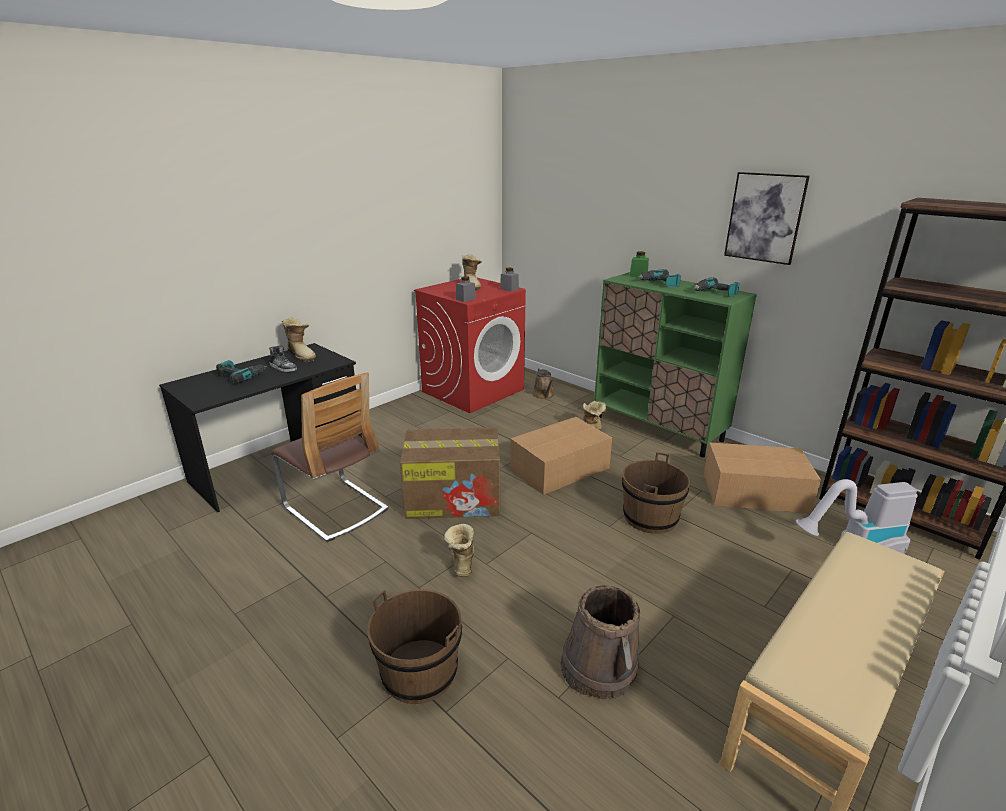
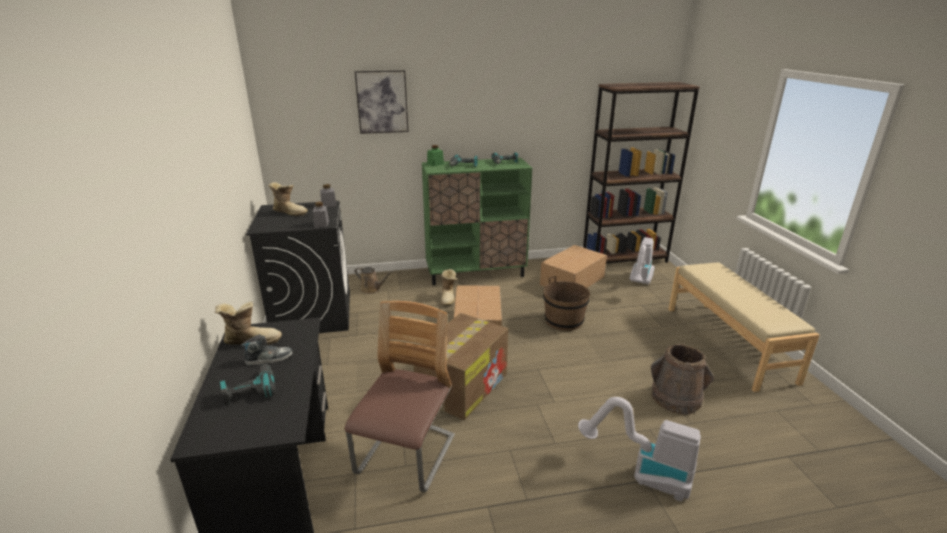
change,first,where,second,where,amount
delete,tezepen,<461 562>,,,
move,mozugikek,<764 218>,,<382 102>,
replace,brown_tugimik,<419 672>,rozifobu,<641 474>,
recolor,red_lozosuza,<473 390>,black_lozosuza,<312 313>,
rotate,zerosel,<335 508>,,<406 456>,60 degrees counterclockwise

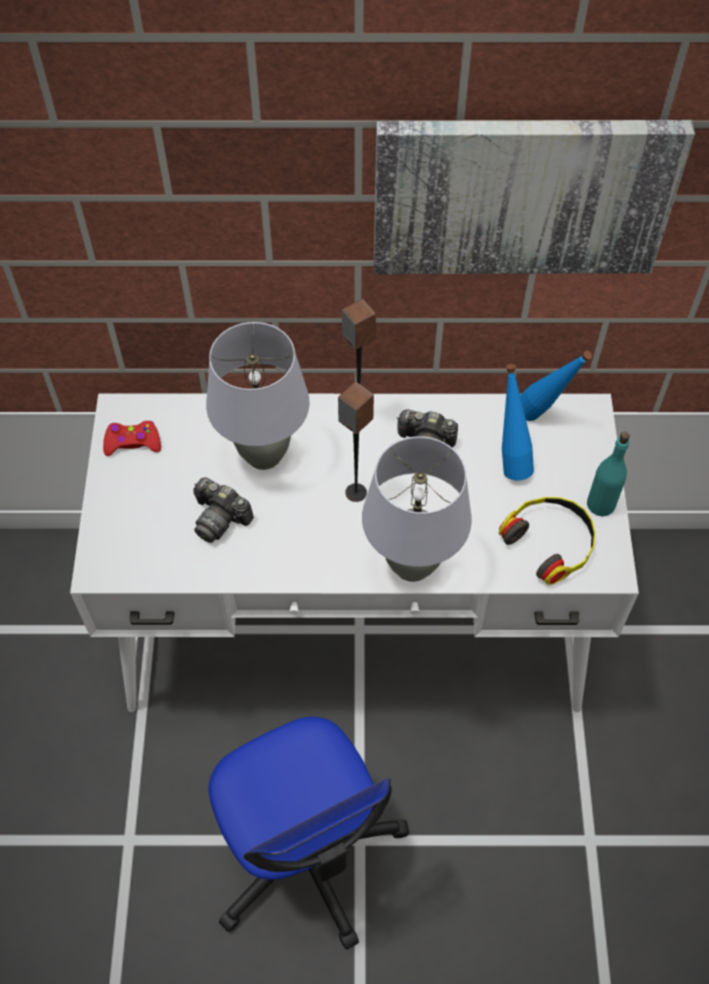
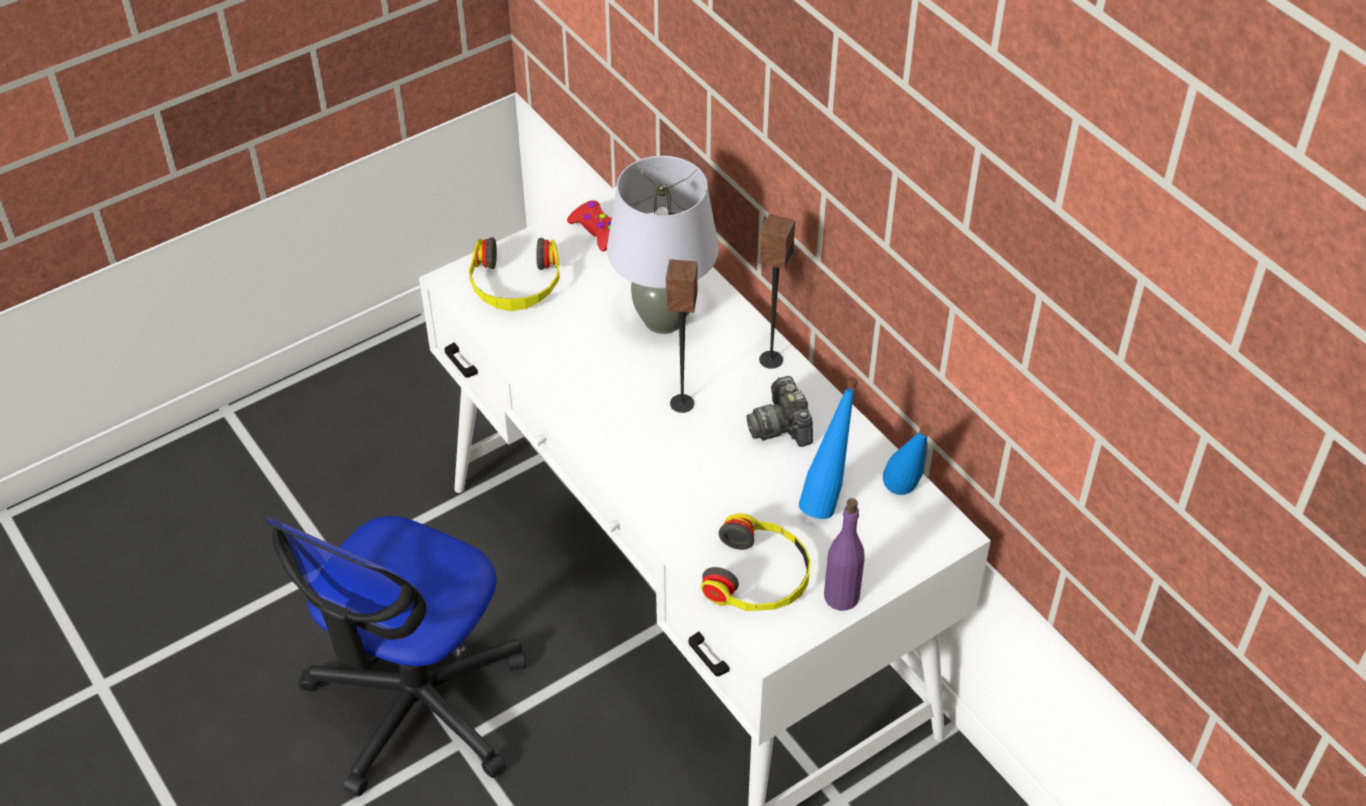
change,first,where,second,where,amount
delete,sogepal,<220 518>,,,
delete,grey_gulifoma,<413 565>,,,
delete,mozugikek,<522 195>,,,
insert,,,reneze,<515 284>,
recolor,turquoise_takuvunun,<600 504>,purple_takuvunun,<842 596>,

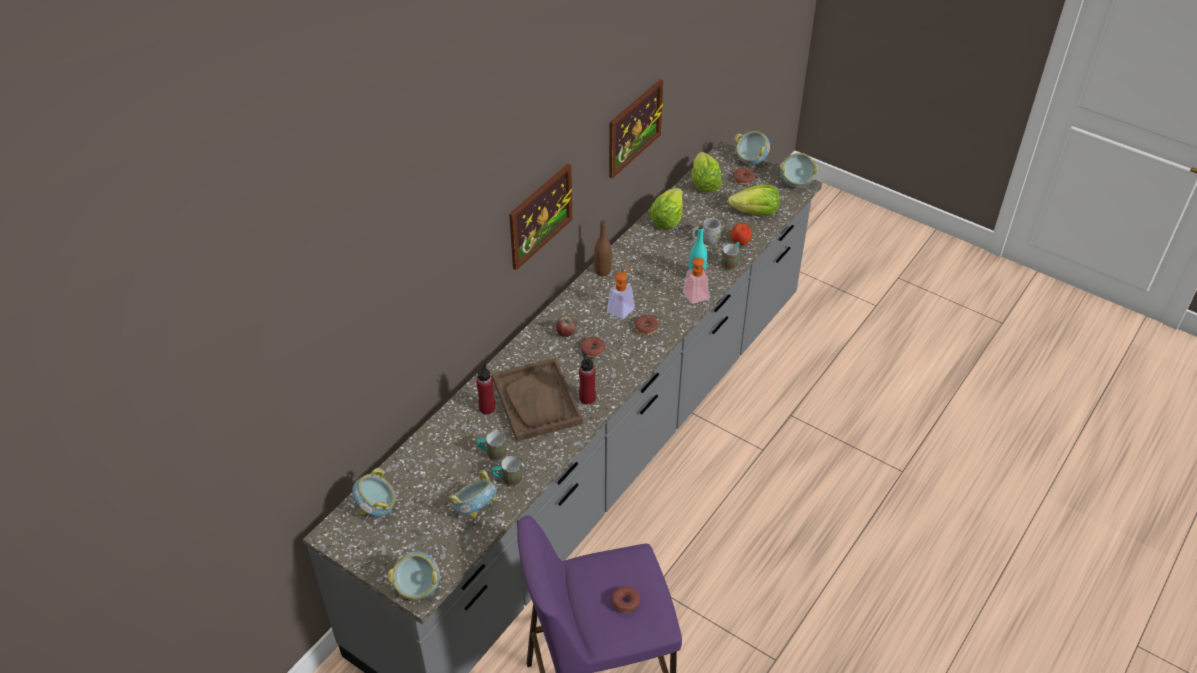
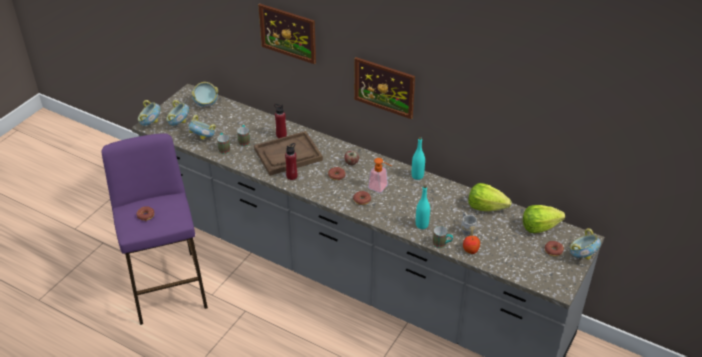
change,first,where,second,where,amount
delete,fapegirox,<697 299>,,,
delete,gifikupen,<755 212>,,,
move,mozugikek,<634 128>,,<288 33>,
move,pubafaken,<796 183>,,<179 124>,
recolor,brown_takuvunun,<602 271>,turquoise_takuvunun,<417 176>,

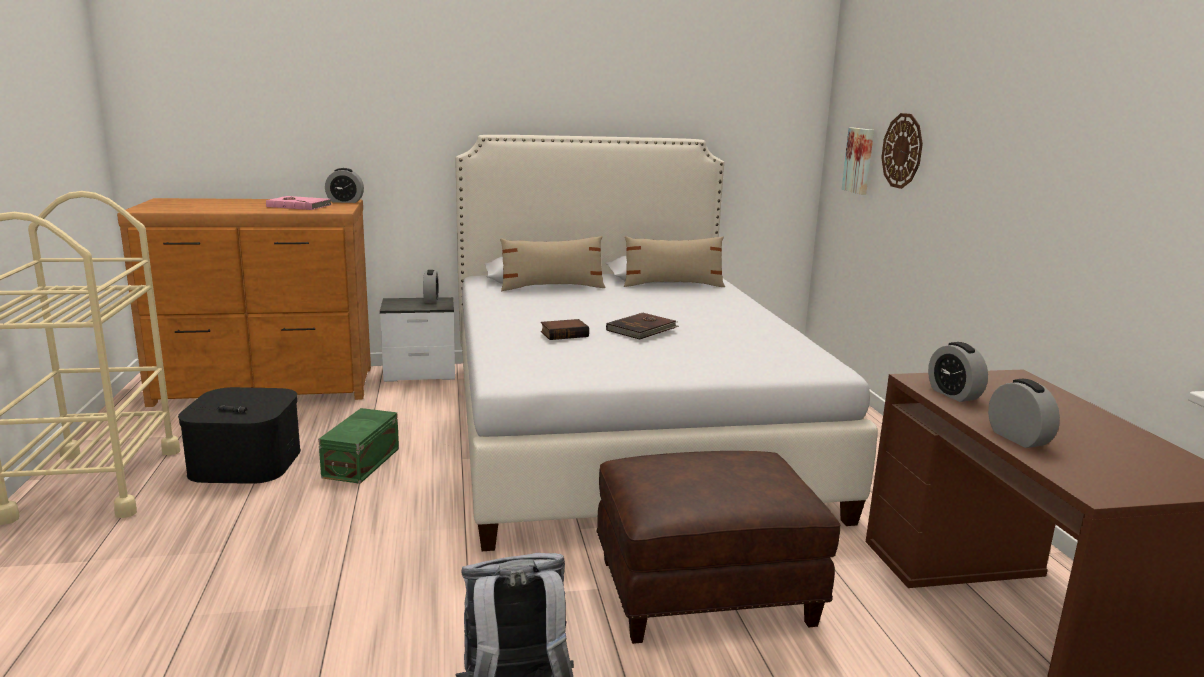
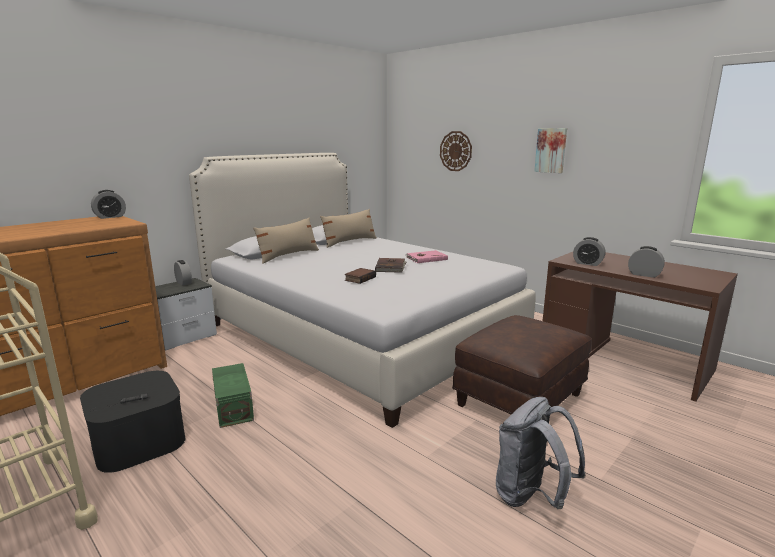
change,first,where,second,where,amount
move,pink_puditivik,<299 206>,,<426 258>,
move,mozugikek,<860 160>,,<551 150>,

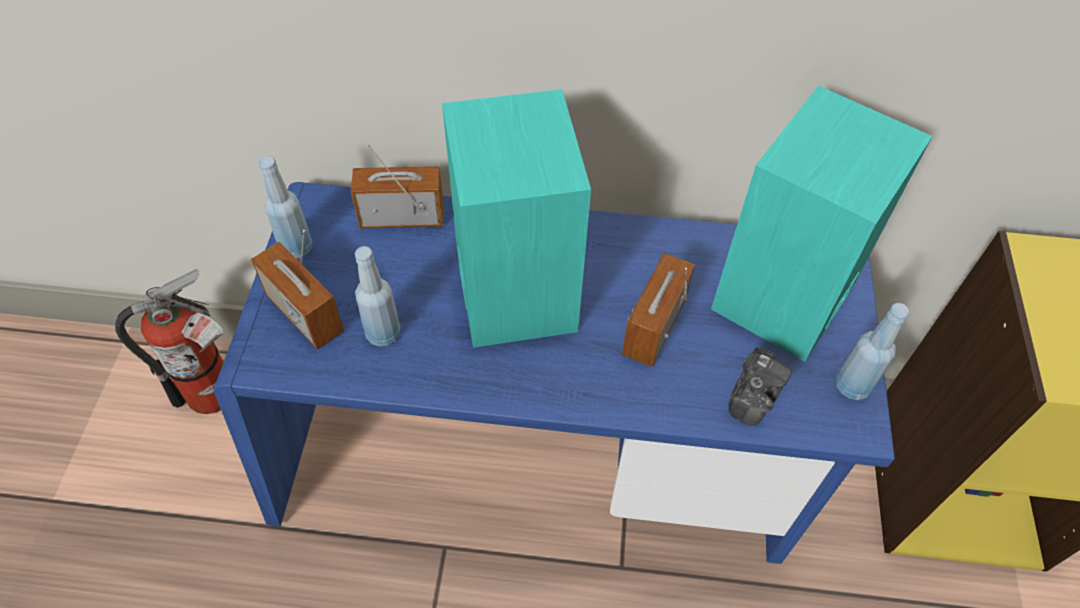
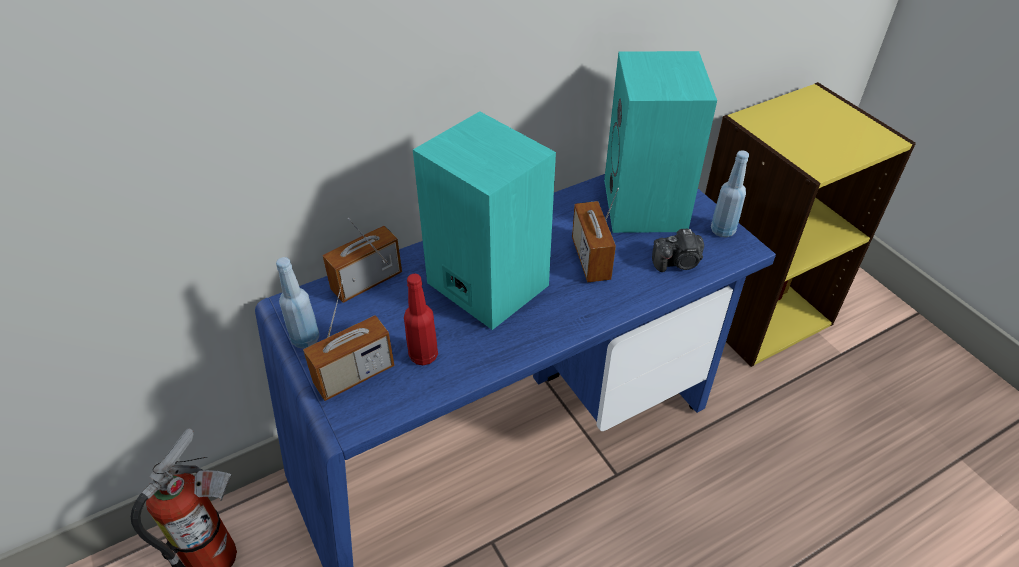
change,first,where,second,where,amount
recolor,blue_takuvunun,<383 334>,red_takuvunun,<423 355>,
rotate,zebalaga,<305 314>,,<354 375>,45 degrees counterclockwise
rotate,sogepal,<753 394>,,<678 262>,90 degrees clockwise

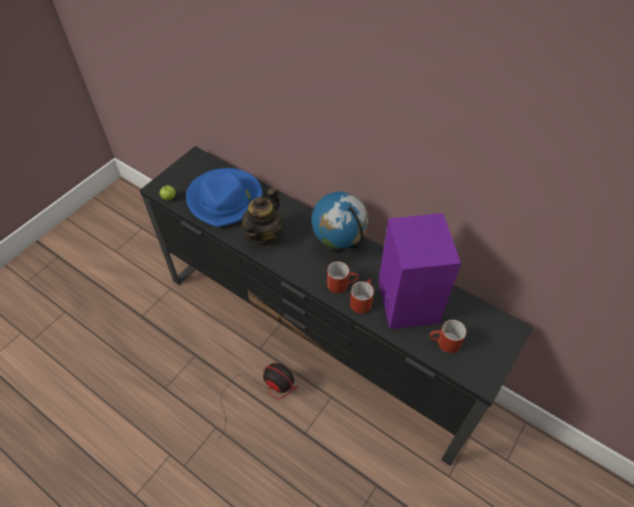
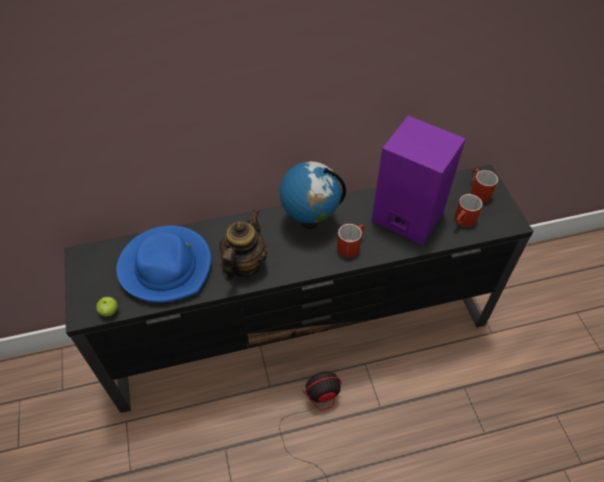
change,first,where,second,where,amount
move,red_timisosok,<362 300>,,<477 191>,
rotate,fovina,<264 236>,,<244 264>,135 degrees counterclockwise

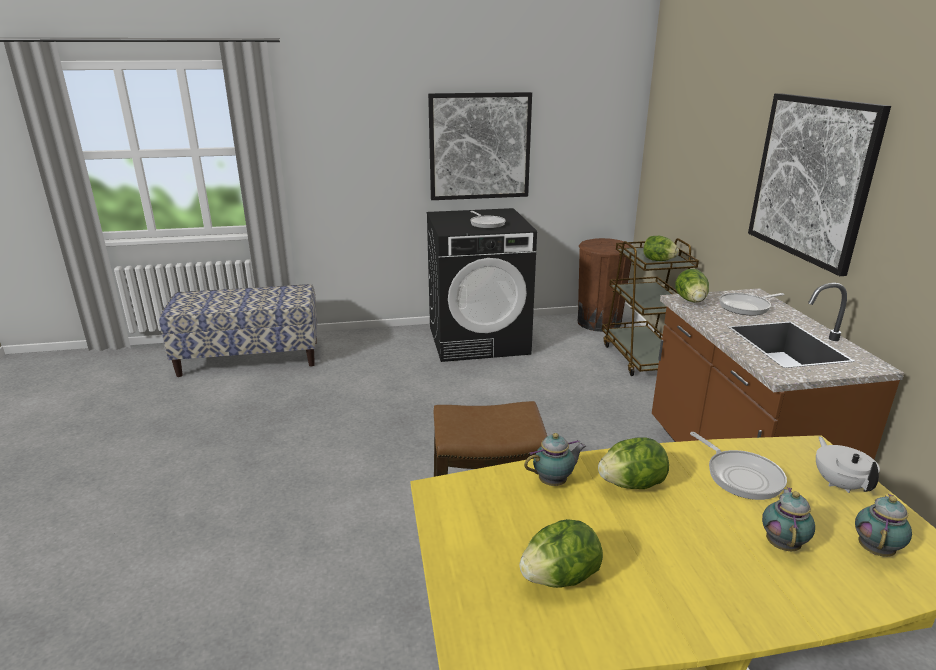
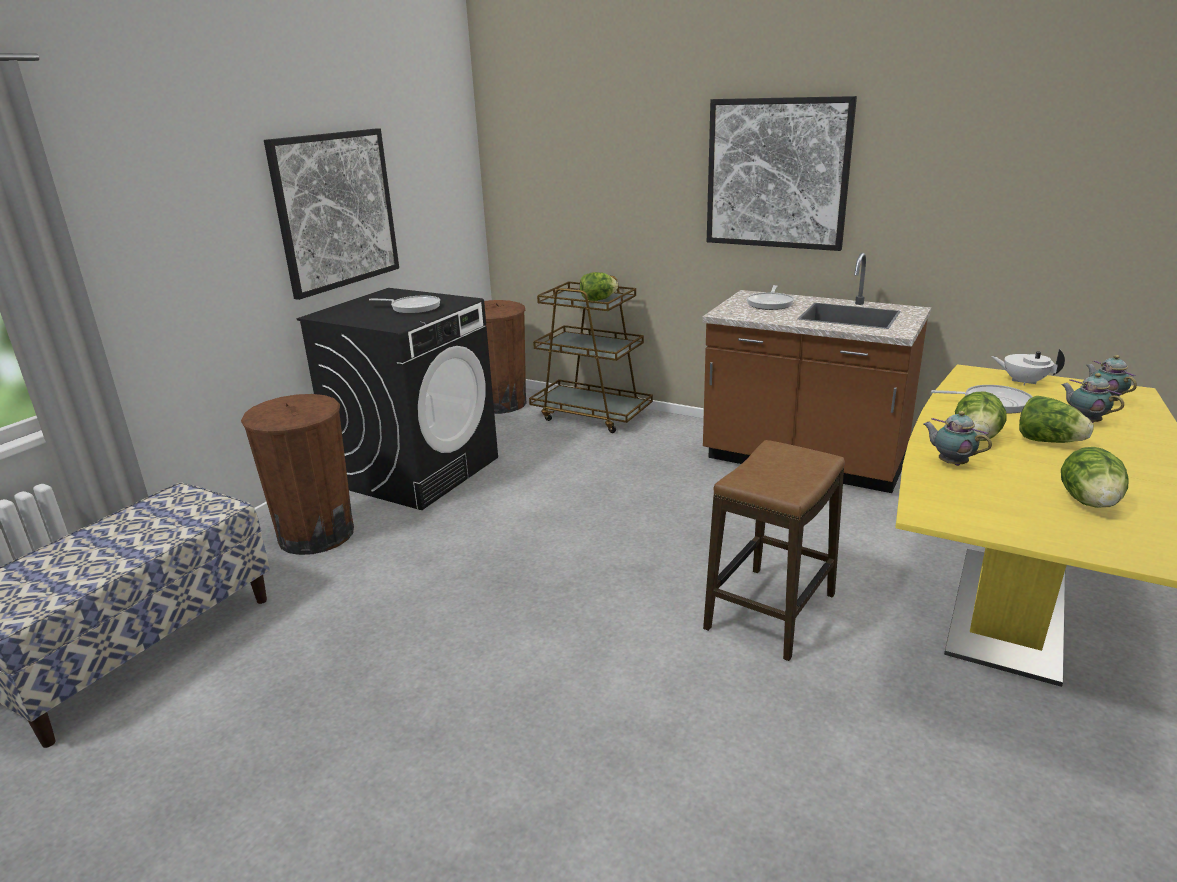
change,first,where,second,where,amount
insert,,,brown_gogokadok,<316 534>,
move,gifikupen,<691 301>,,<1048 441>,
rotate,fovina,<554 482>,,<950 463>,60 degrees counterclockwise

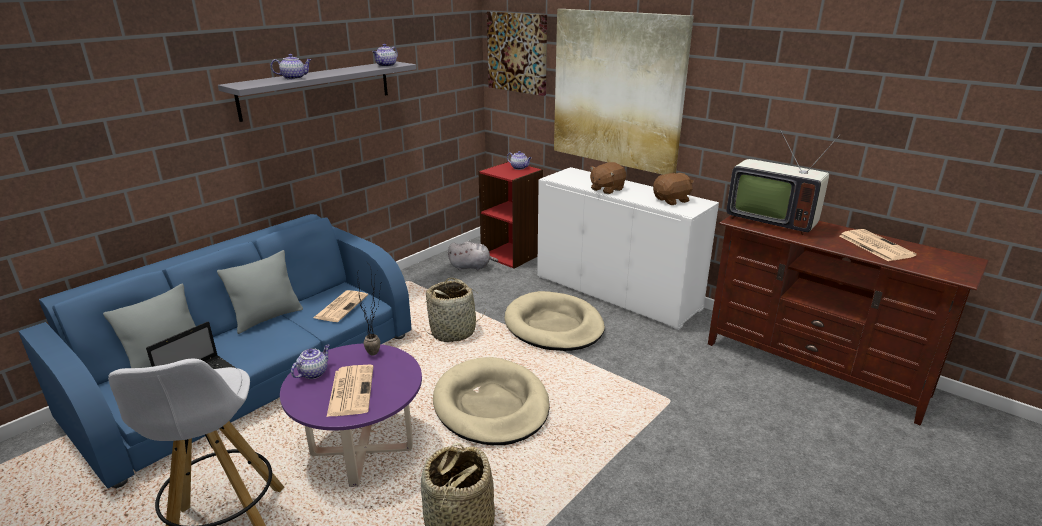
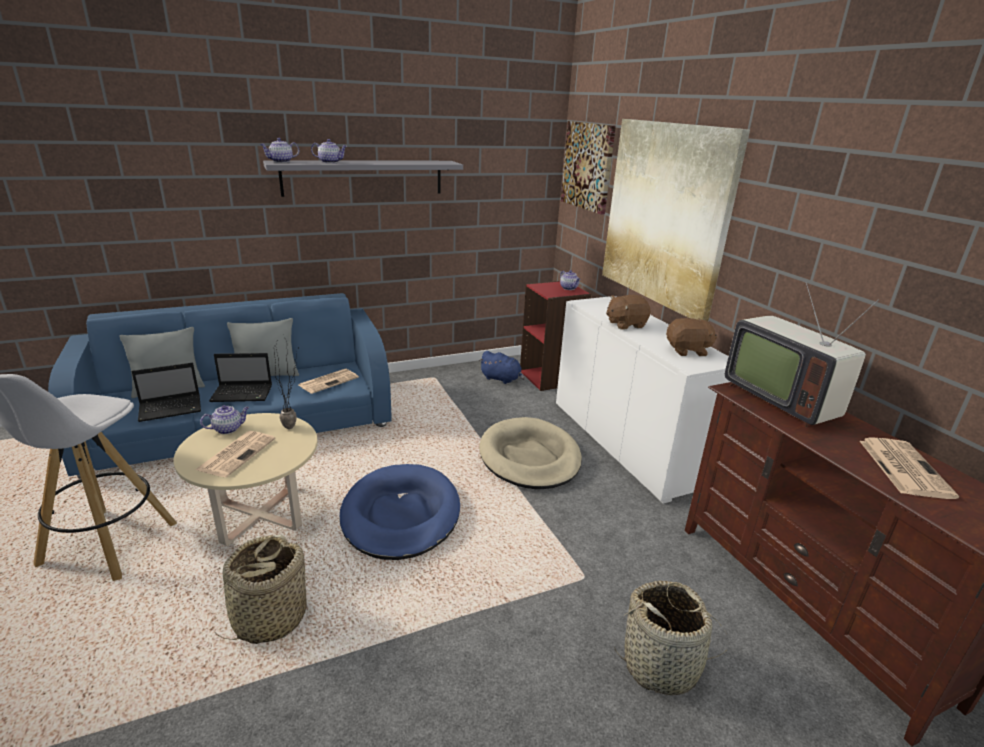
change,first,where,second,where,amount
insert,,,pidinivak,<243 394>,
move,fovina,<386 65>,,<281 161>,
move,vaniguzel,<453 332>,,<661 665>,
recolor,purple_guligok,<362 451>,beige_guligok,<259 516>,
recolor,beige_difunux,<491 405>,blue_difunux,<400 515>,
recolor,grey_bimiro,<471 267>,blue_bimiro,<502 379>,

